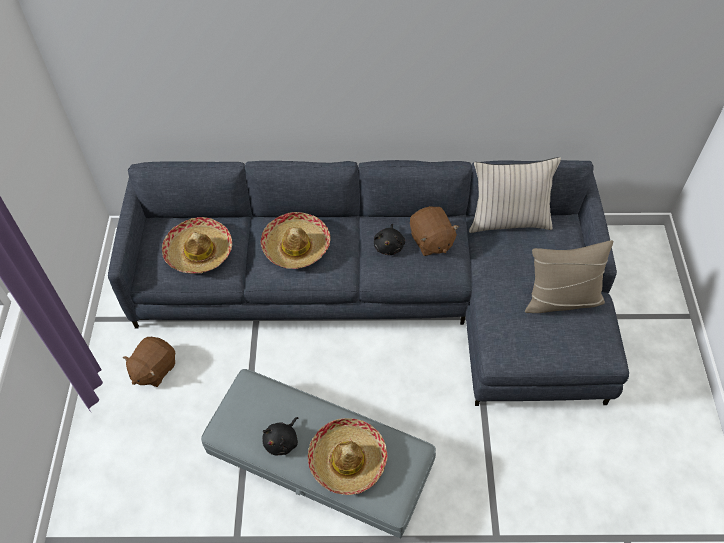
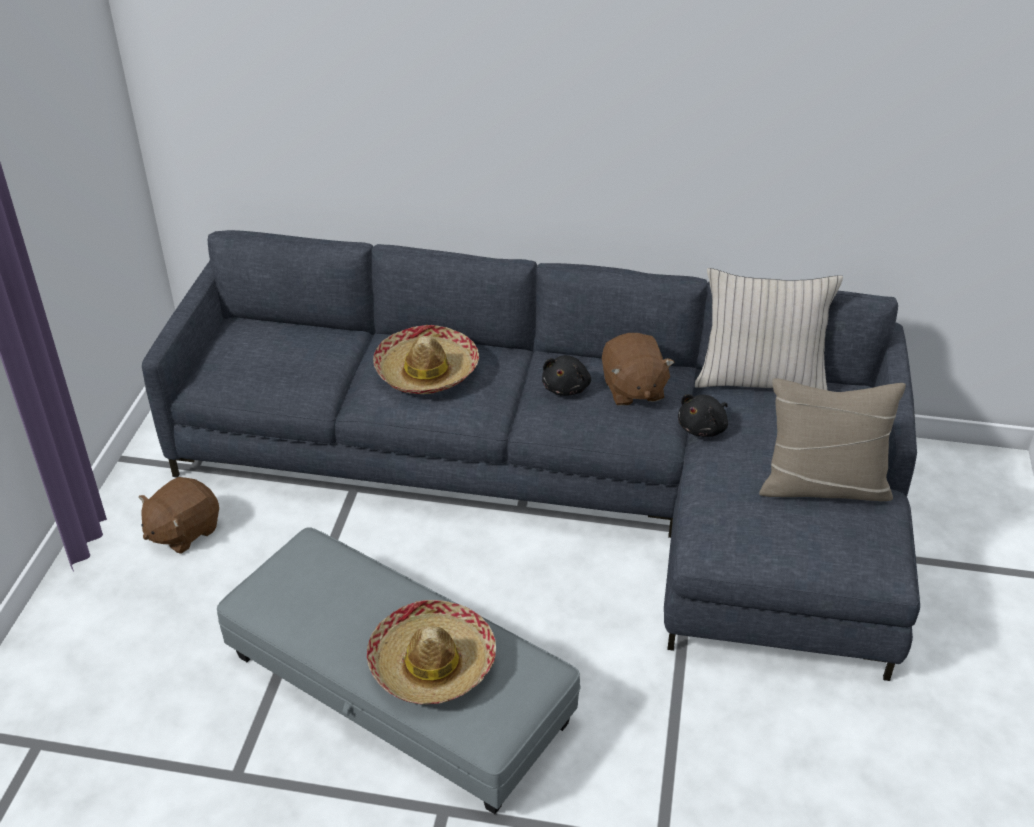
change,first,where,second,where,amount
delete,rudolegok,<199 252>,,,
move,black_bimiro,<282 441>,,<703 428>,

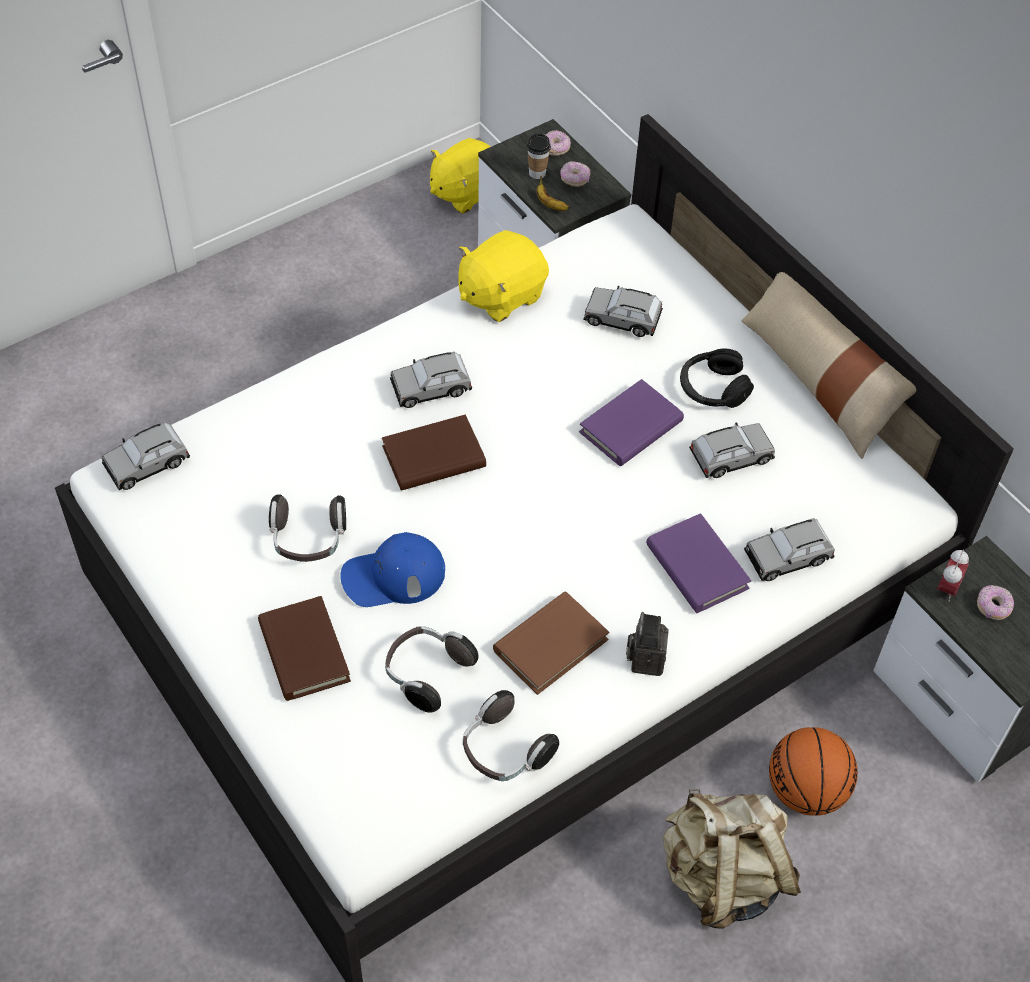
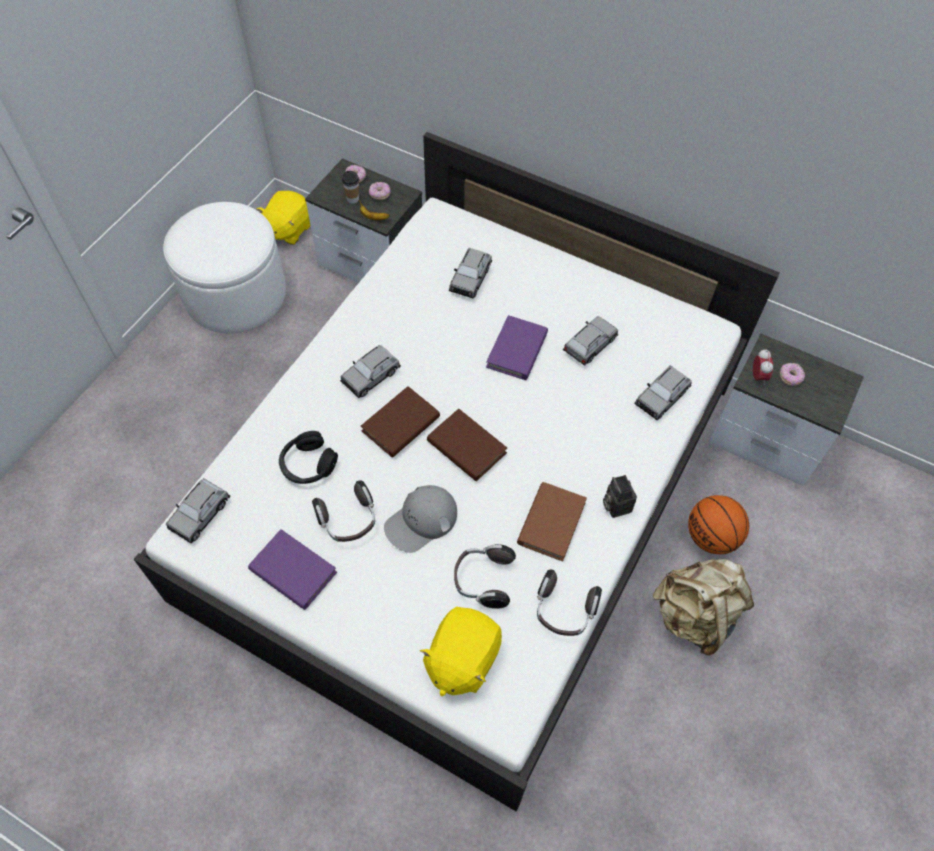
change,first,where,second,where,amount
delete,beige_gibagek,<819 379>,,,
insert,,,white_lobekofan,<235 294>,
move,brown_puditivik,<304 652>,,<466 447>,
move,yellow_bimiro,<500 295>,,<461 659>,
move,purple_puditivik,<696 567>,,<293 571>,
move,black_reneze,<712 388>,,<308 464>,
recolor,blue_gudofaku,<393 576>,grey_gudofaku,<421 520>,
rotate,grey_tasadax,<622 319>,,<470 279>,60 degrees counterclockwise

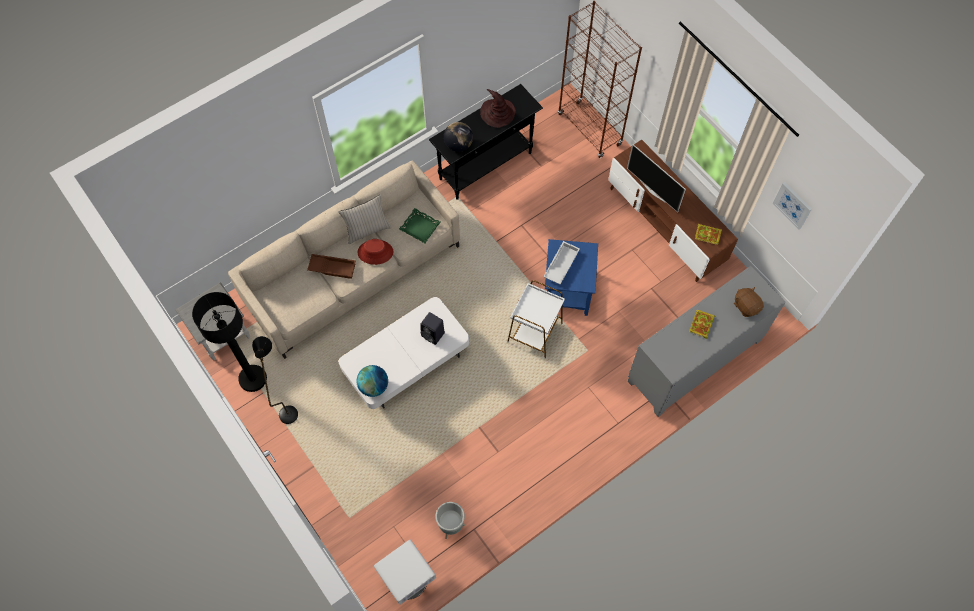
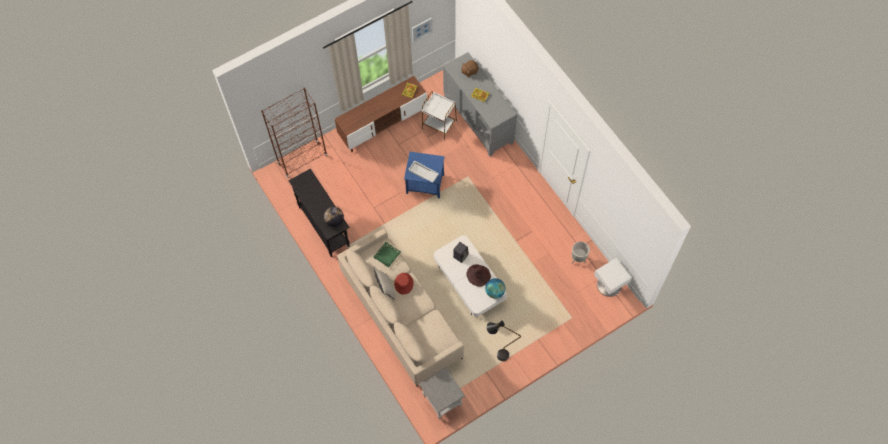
change,first,where,second,where,amount
delete,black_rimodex,<252 378>,,,
delete,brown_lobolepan,<333 267>,,,
delete,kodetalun,<653 191>,,,
move,brown_rudolegok,<498 113>,,<478 275>,
move,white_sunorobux,<534 333>,,<439 126>,

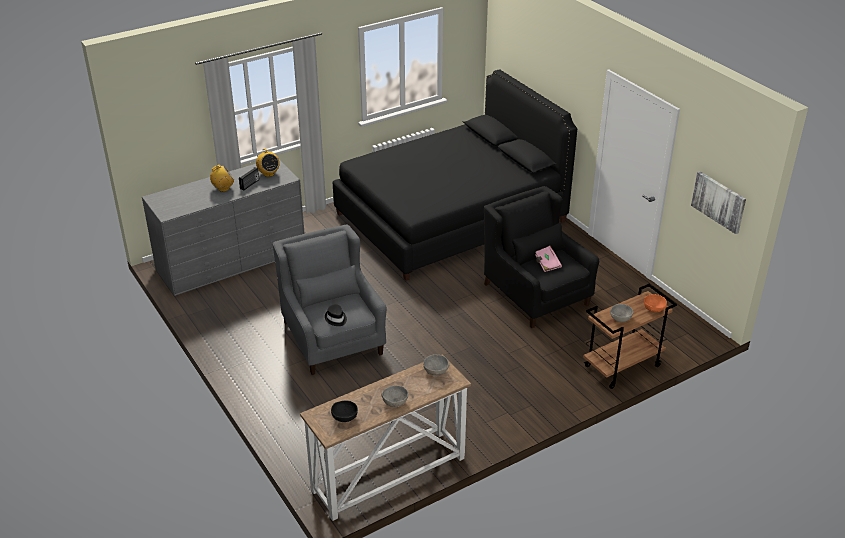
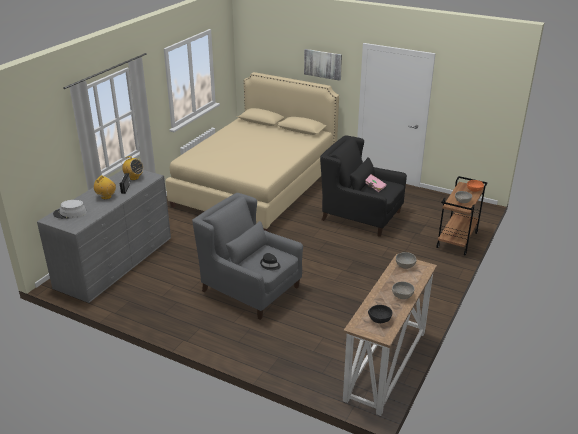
change,first,where,second,where,amount
insert,,,grey_rudolegok,<70 213>,
move,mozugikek,<719 201>,,<323 64>,
recolor,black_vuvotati,<450 217>,beige_vuvotati,<256 187>,

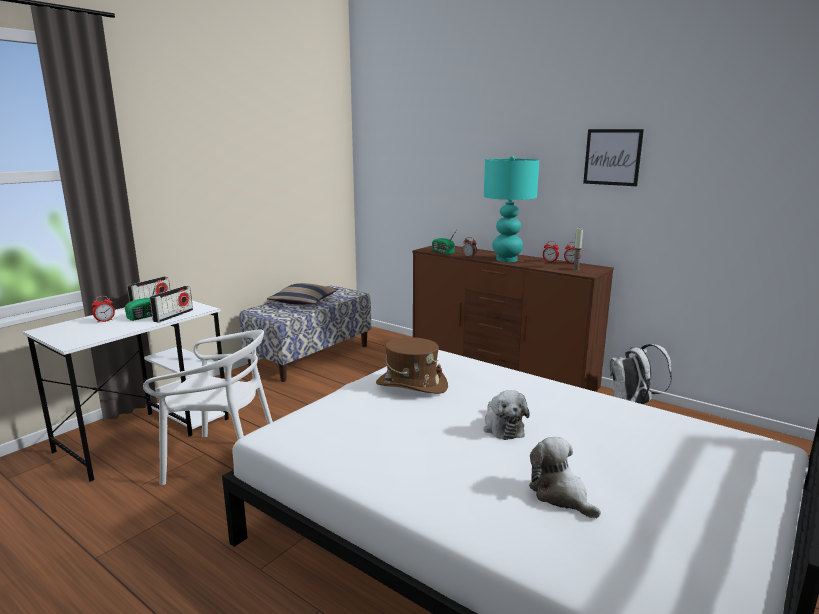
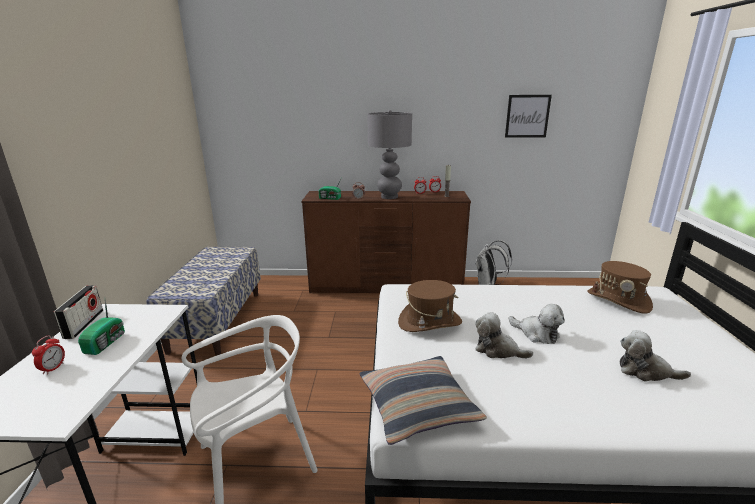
change,first,where,second,where,amount
delete,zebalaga,<173 315>,,,
insert,,,bimiro,<497 350>,
insert,,,brown_rudolegok,<618 300>,
move,gibagek,<304 301>,,<418 406>,
move,mozugikek,<612 157>,,<527 116>,
recolor,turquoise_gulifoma,<507 260>,grey_gulifoma,<389 197>,

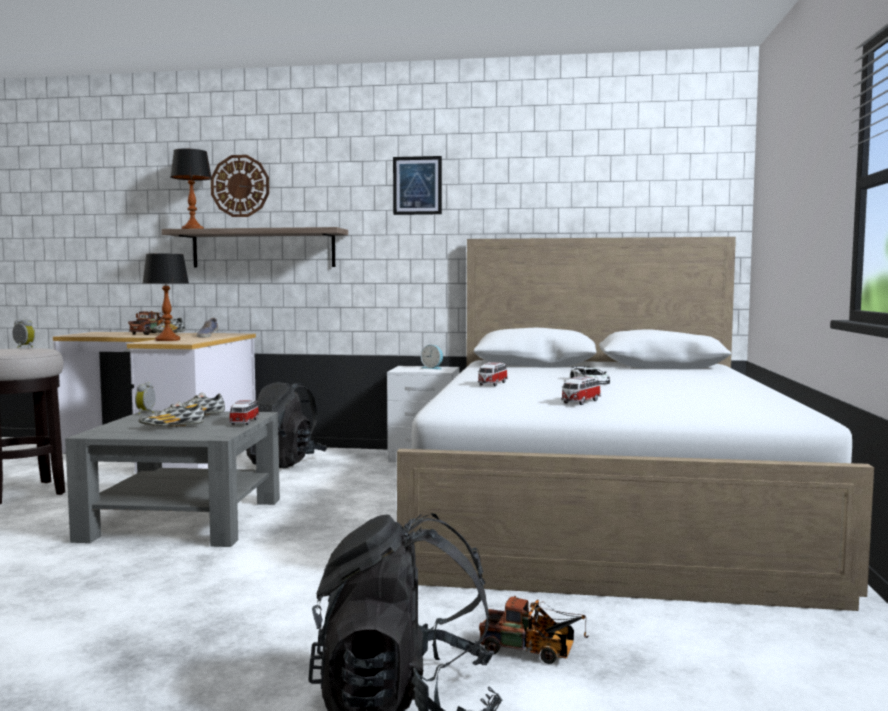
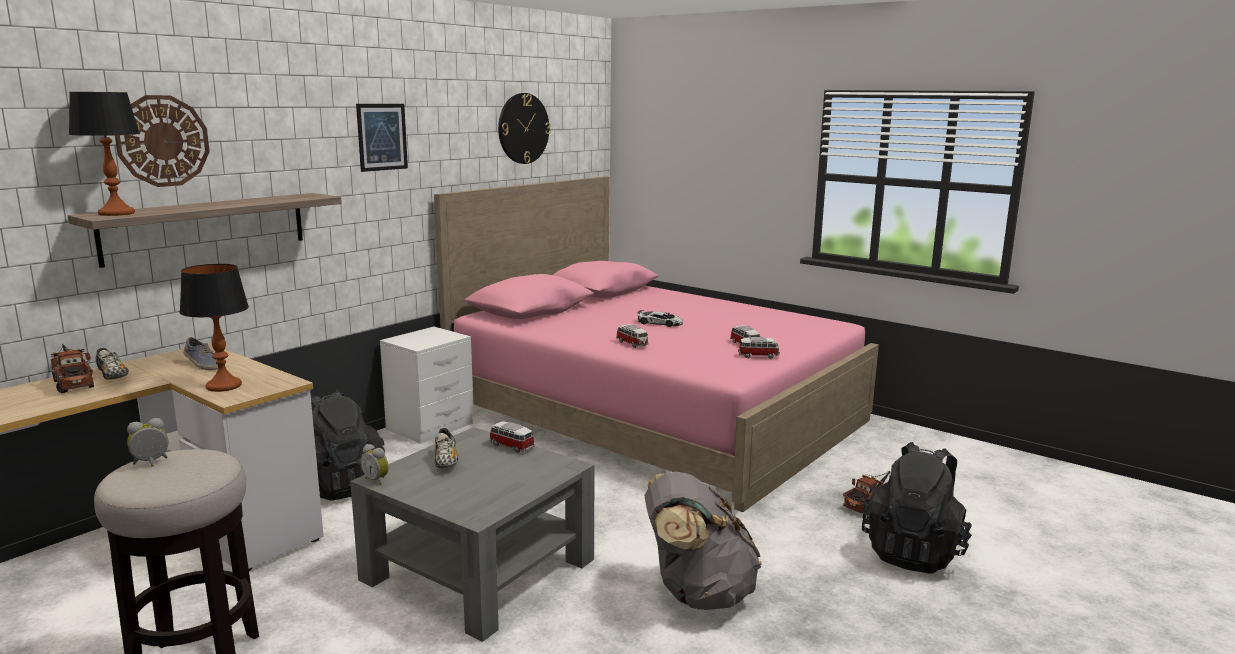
change,first,where,second,where,amount
delete,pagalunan,<172 427>,,,
delete,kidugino,<433 368>,,,
insert,,,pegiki,<523 128>,
insert,,,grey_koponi,<697 593>,
insert,,,tasadax,<758 356>,
recolor,white_vuvotati,<604 507>,pink_vuvotati,<656 413>,

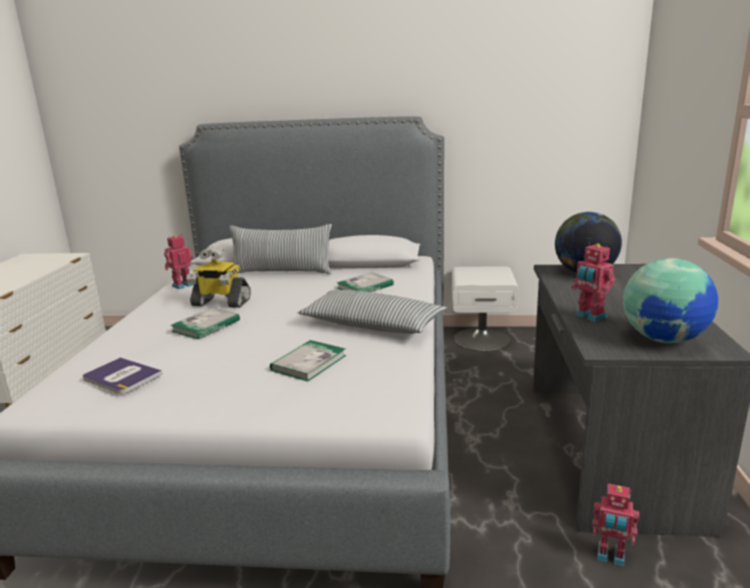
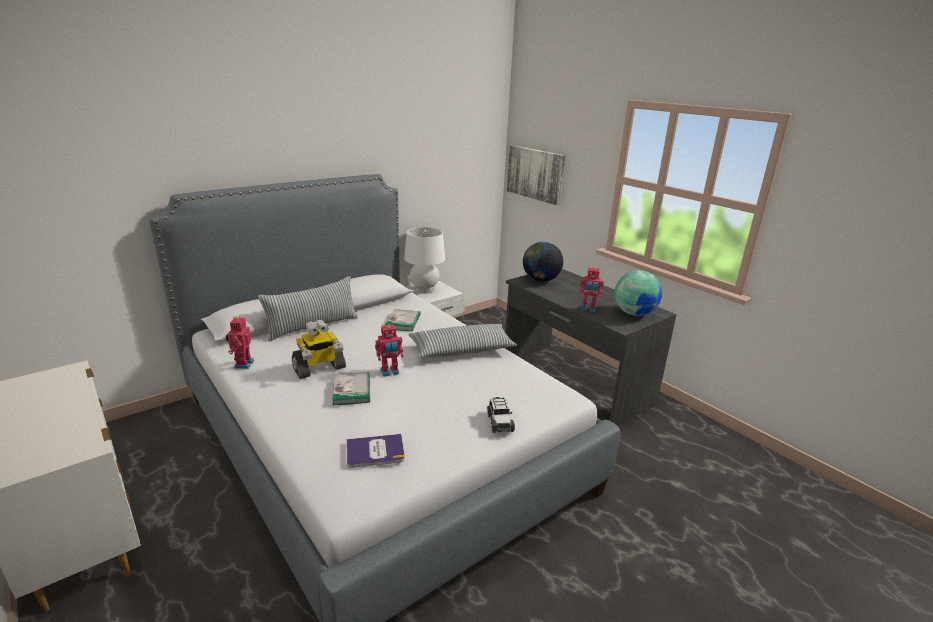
change,first,where,second,where,amount
delete,puditivik,<308 363>,,,
insert,,,white_gulifoma,<424 289>,
insert,,,tasadax,<499 422>,
insert,,,mozugikek,<535 174>,
move,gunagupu,<610 556>,,<390 372>,

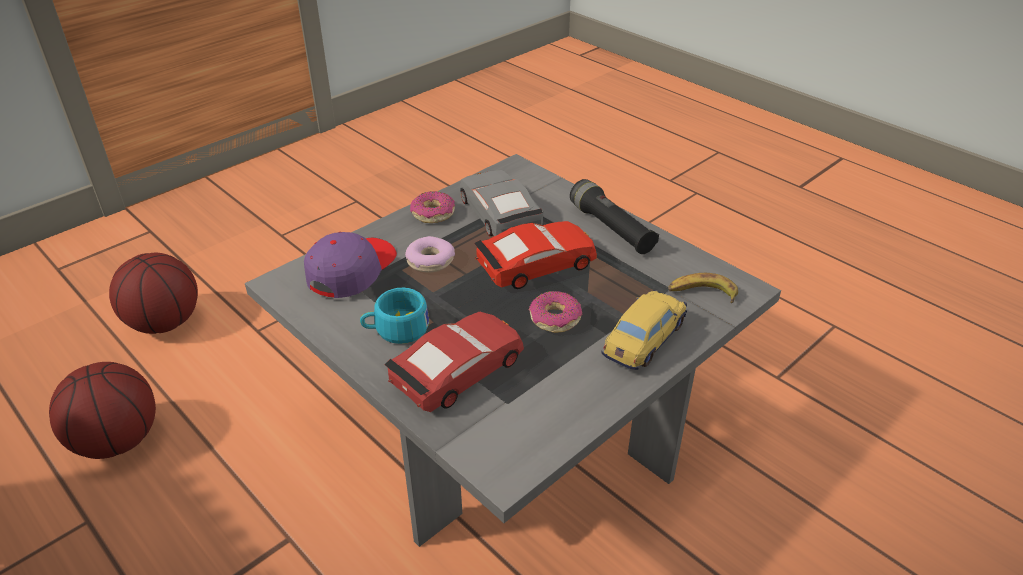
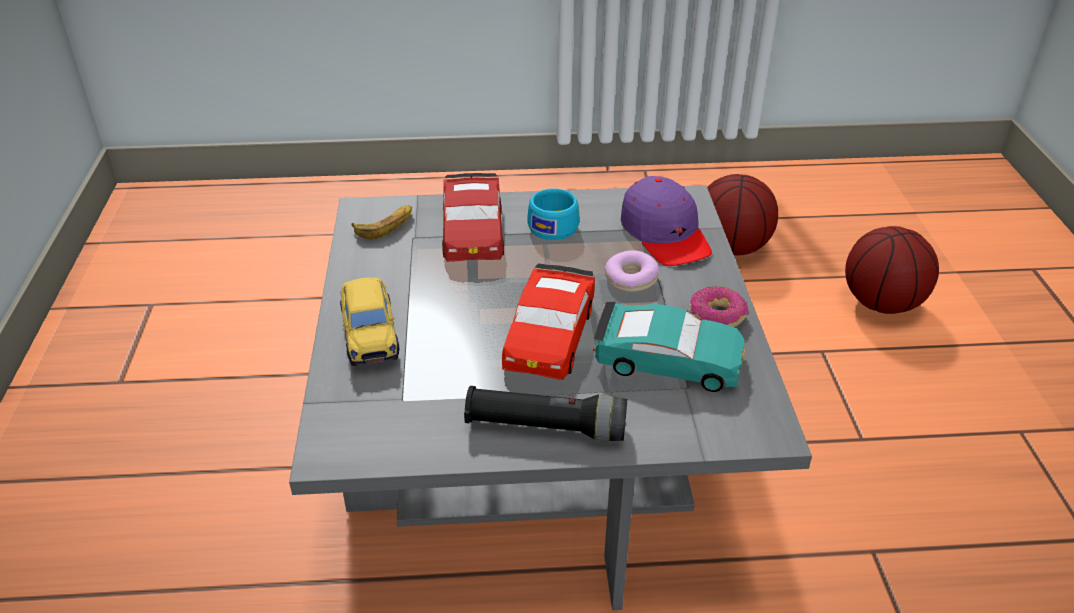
change,first,where,second,where,amount
delete,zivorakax,<554 319>,,,
move,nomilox,<701 293>,,<385 226>,
recolor,grey_tasadax,<499 214>,turquoise_tasadax,<668 360>,

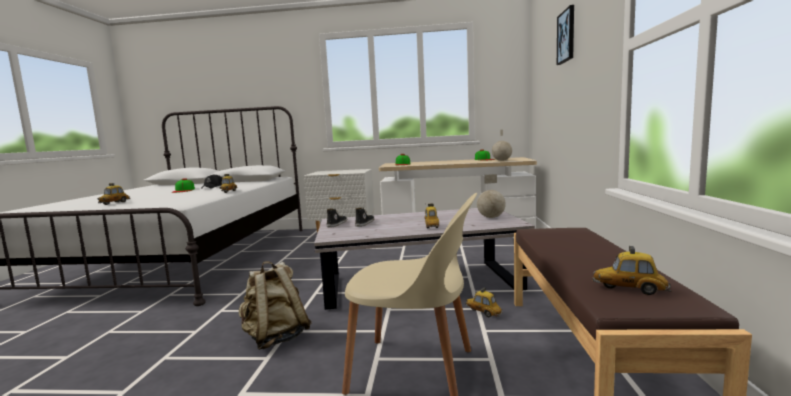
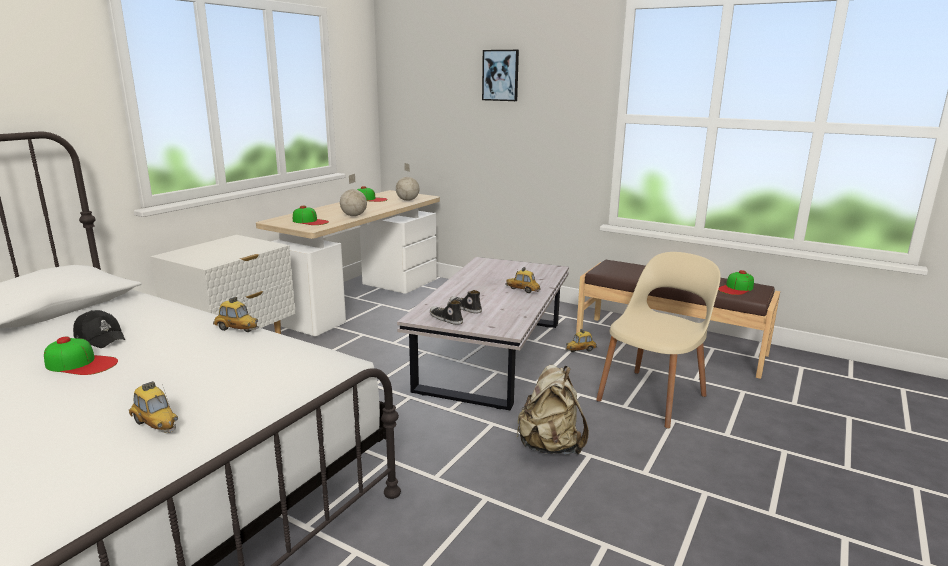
change,first,where,second,where,amount
move,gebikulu,<491 217>,,<354 216>,
replace,tasadax,<629 289>,gudofaku,<736 288>,

